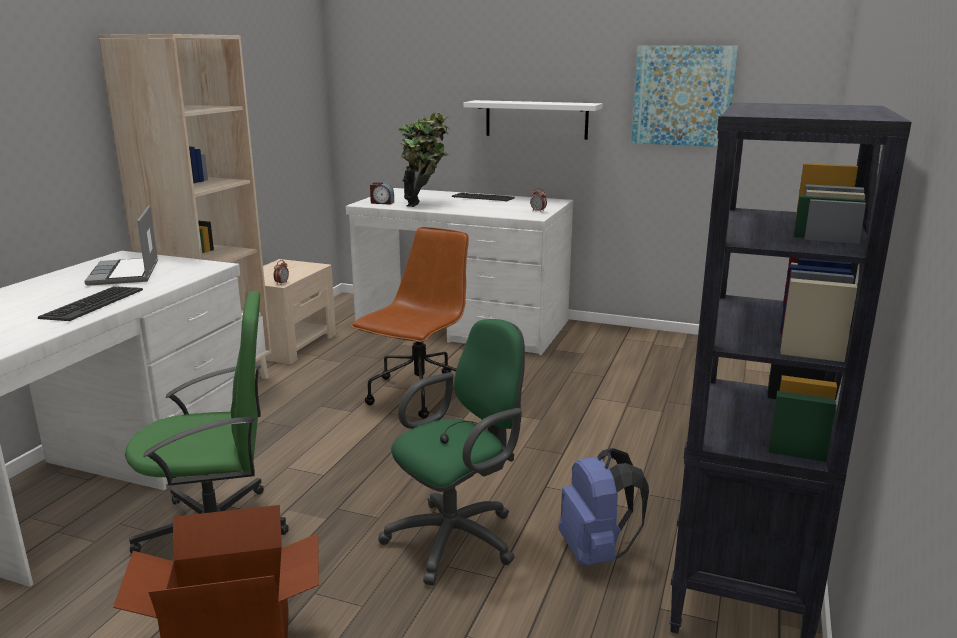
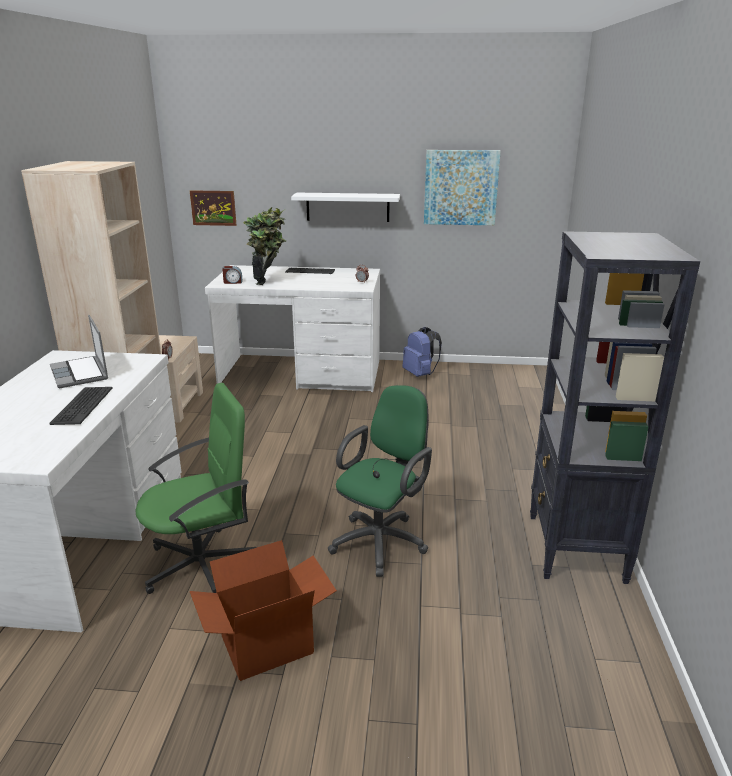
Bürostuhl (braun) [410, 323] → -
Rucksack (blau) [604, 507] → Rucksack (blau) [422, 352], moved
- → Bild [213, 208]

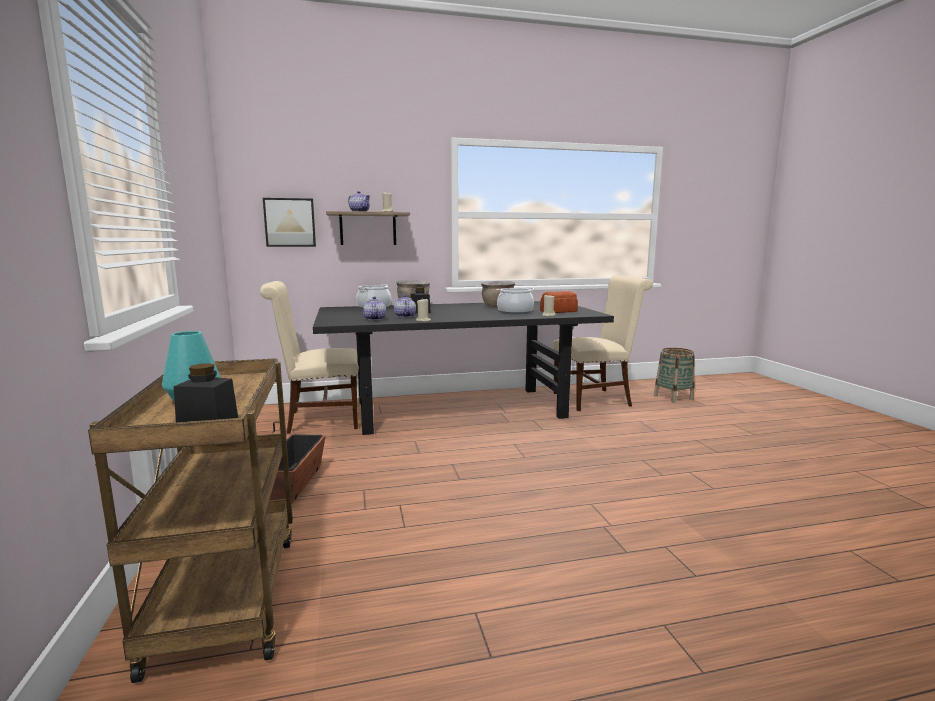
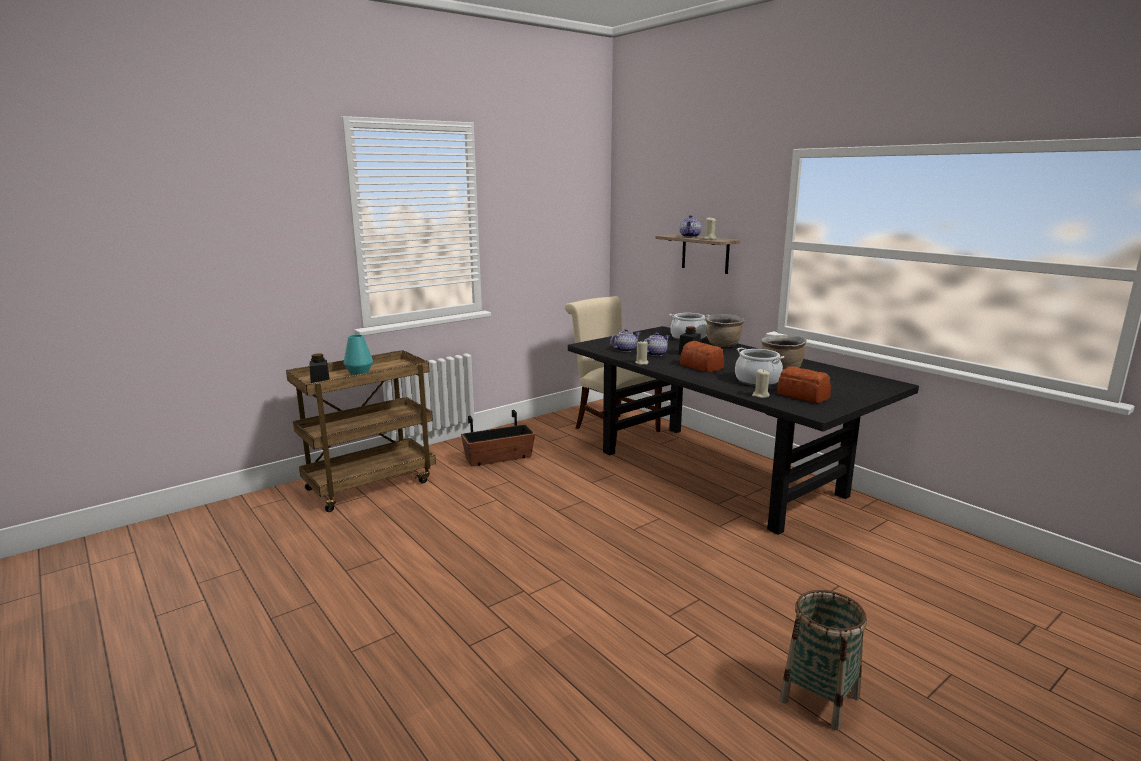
Bild [289, 222] → -
Stuhl (beige) [603, 343] → -
Korb [674, 375] → Korb [823, 660], moved
- → Brot [702, 356]

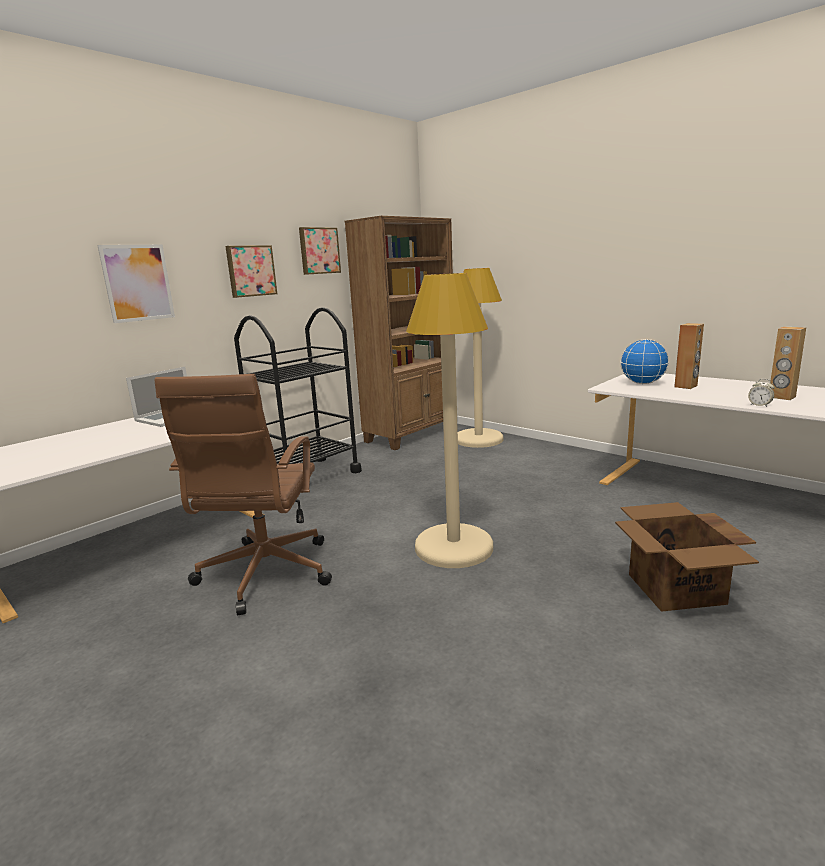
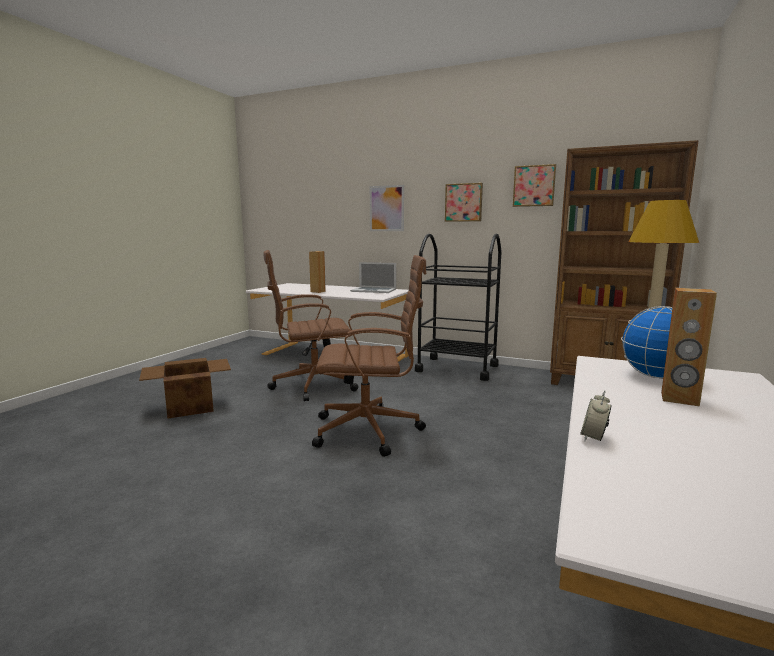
Stehlampe (beige) [449, 420] → Bürostuhl (braun) [369, 356]
Karton [687, 557] → Karton [185, 388], moved
Lautsprecher (braun) [788, 363] → Lautsprecher (braun) [317, 272], moved

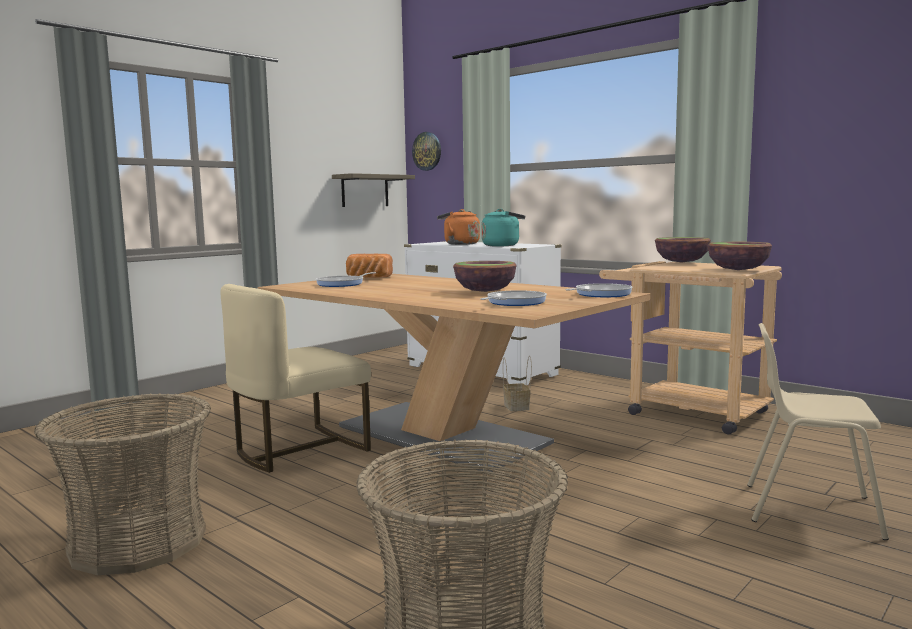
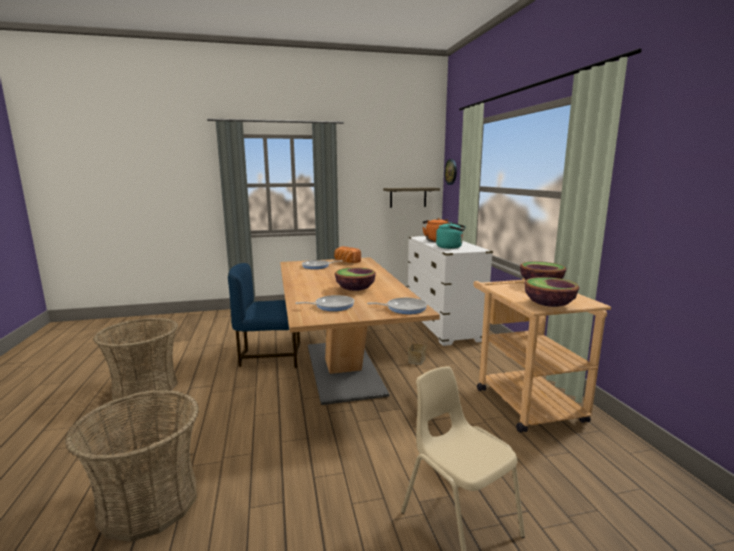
Stuhl (beige) [296, 378] → Stuhl (blau) [264, 315]

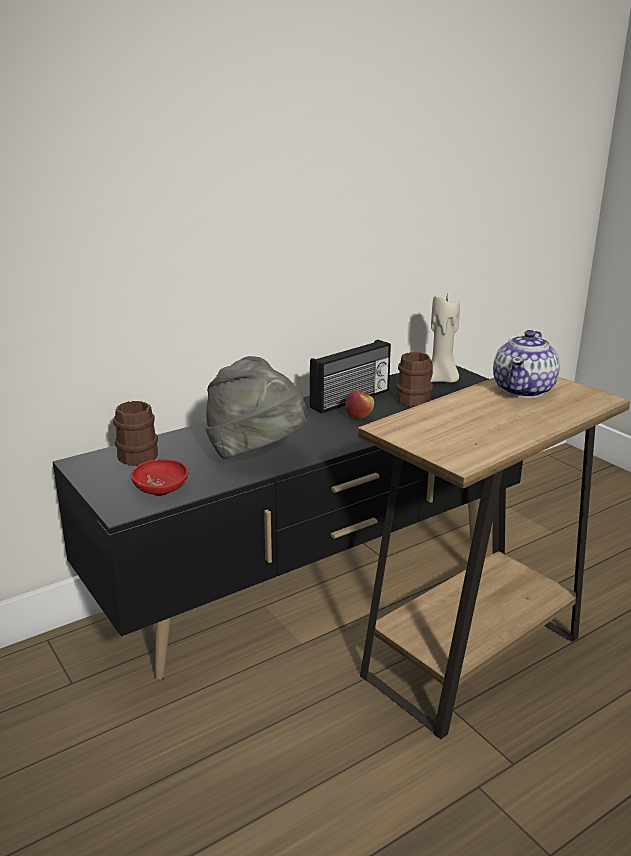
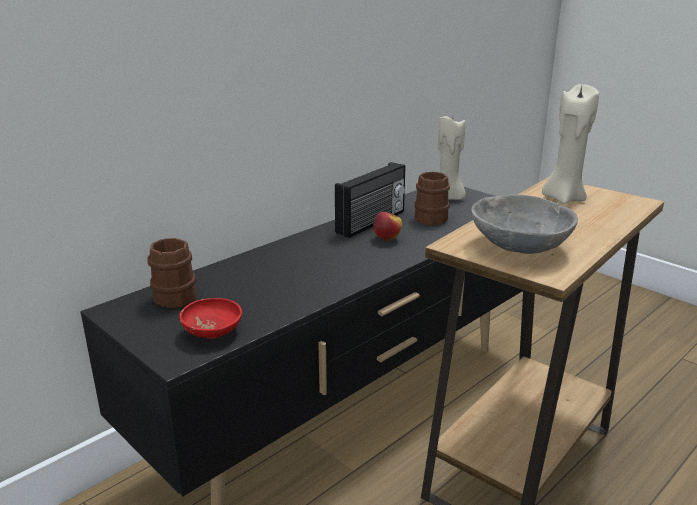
Hut (grau) [257, 407] → -
Teekanne [526, 364] → Kerze (beige) [570, 144]
- → Schüssel (grau) [524, 224]

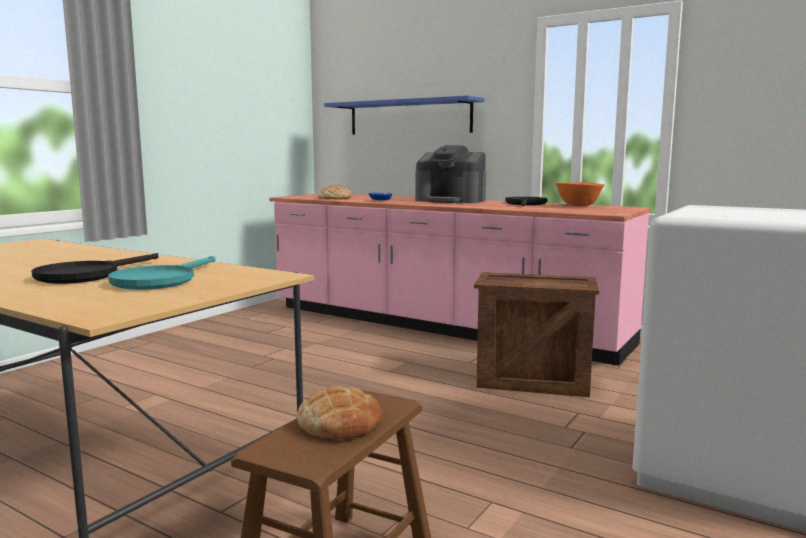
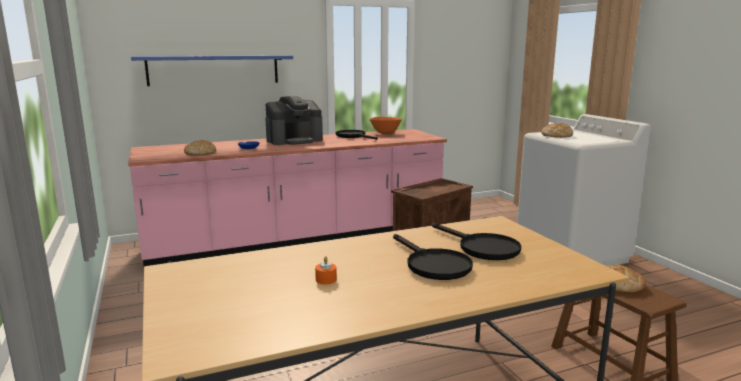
Pfanne (türkis) [162, 273] → Pfanne (schwarz) [476, 241]
- → Kerze (orange) [326, 270]
- → Brot [557, 130]

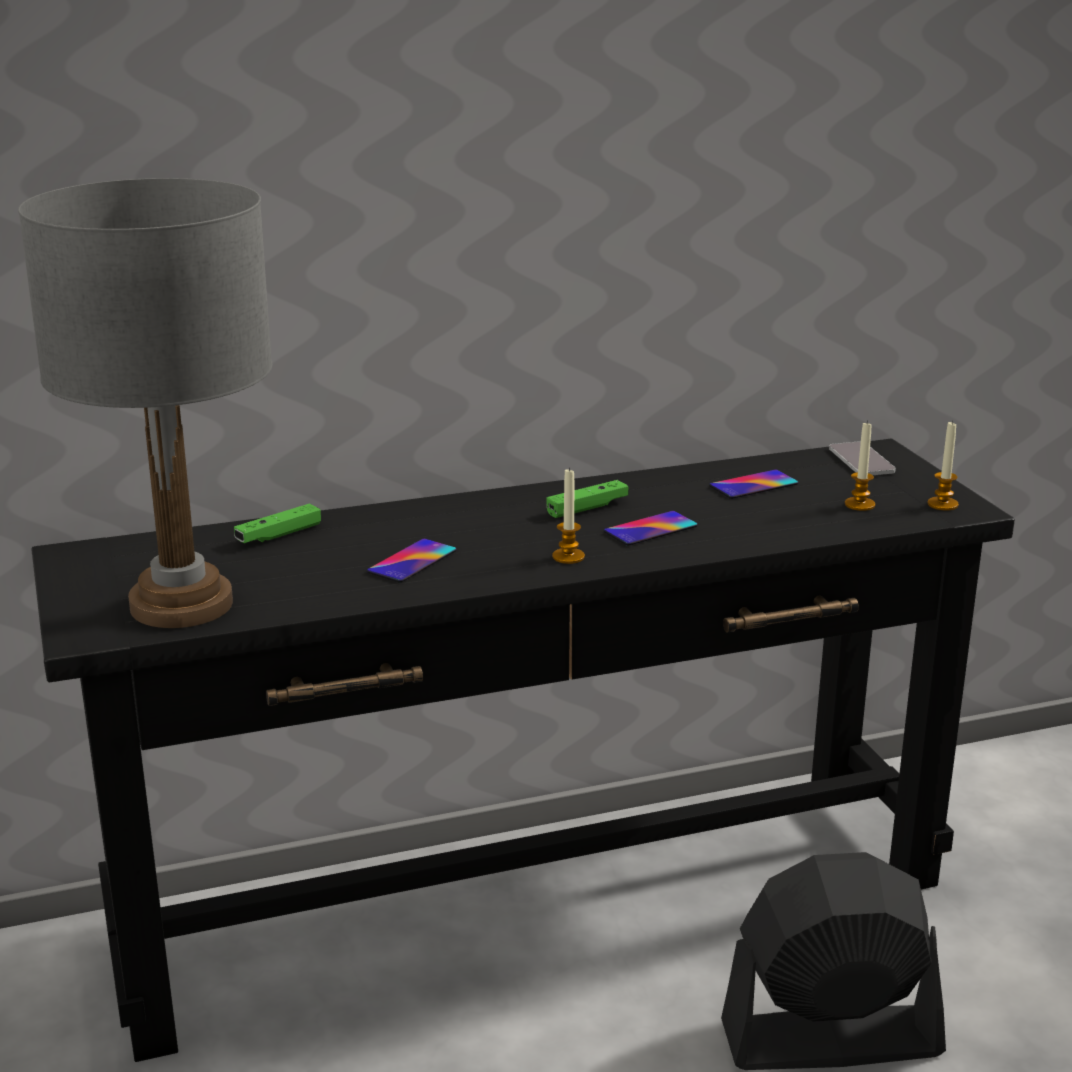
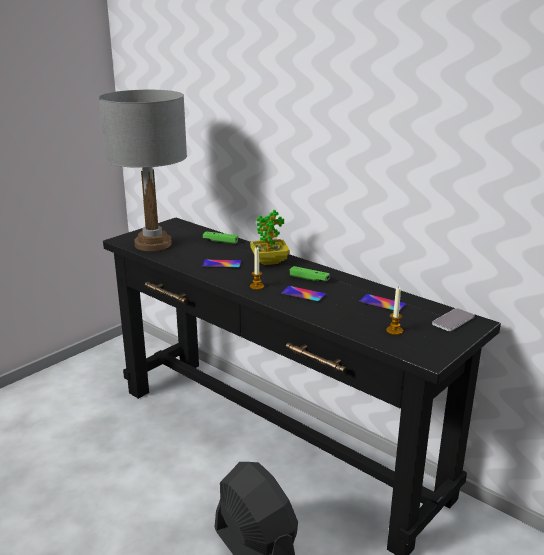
Kerze [943, 465] → -
- → Topfpflanze [270, 237]

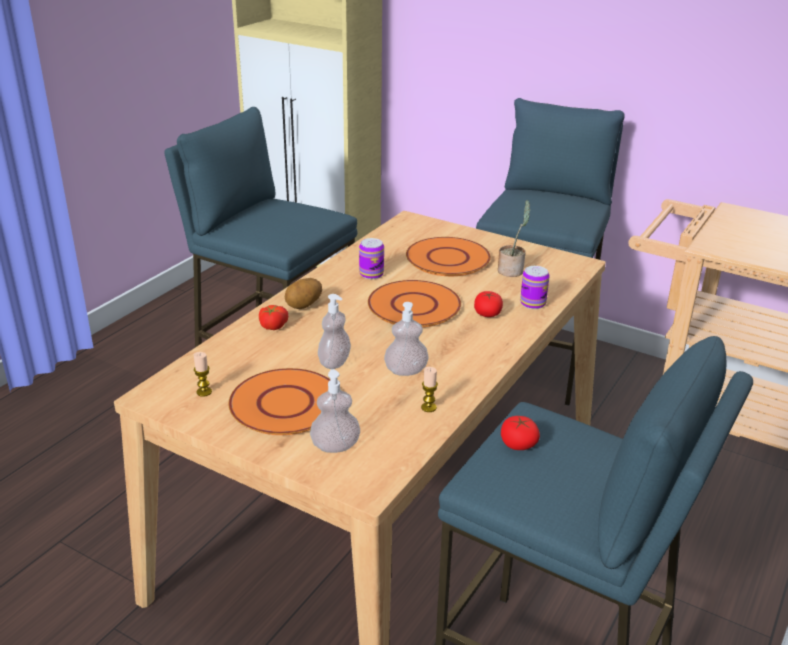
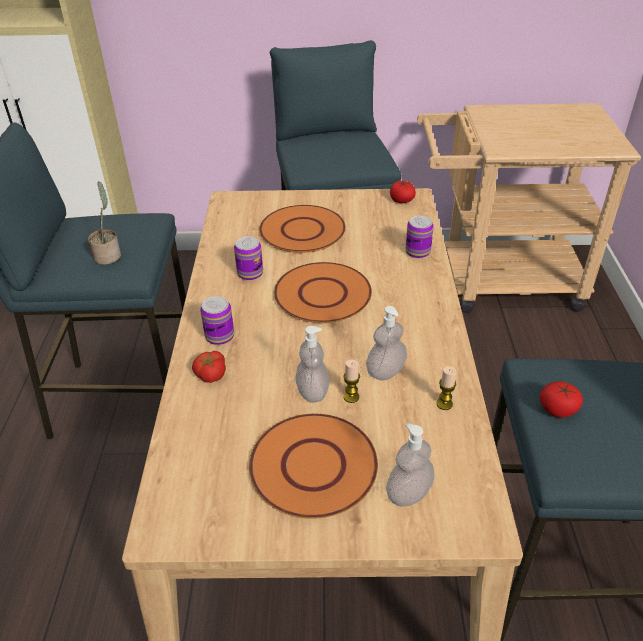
Kerze [203, 374] → Kerze [351, 381], moved
Kartoffel [303, 293] → Dose [217, 320]
Tomate [488, 304] → Tomate [403, 192], moved
Topfpflanze [514, 238] → Topfpflanze [104, 223], moved

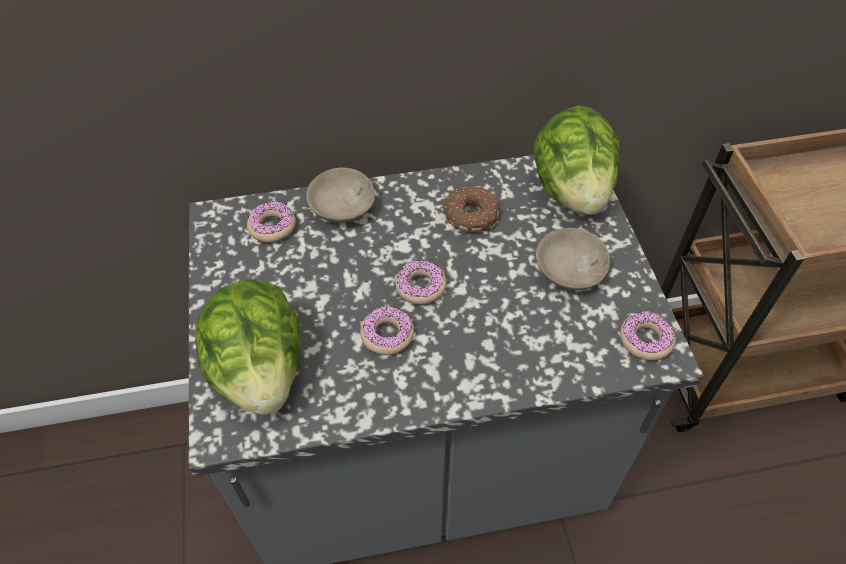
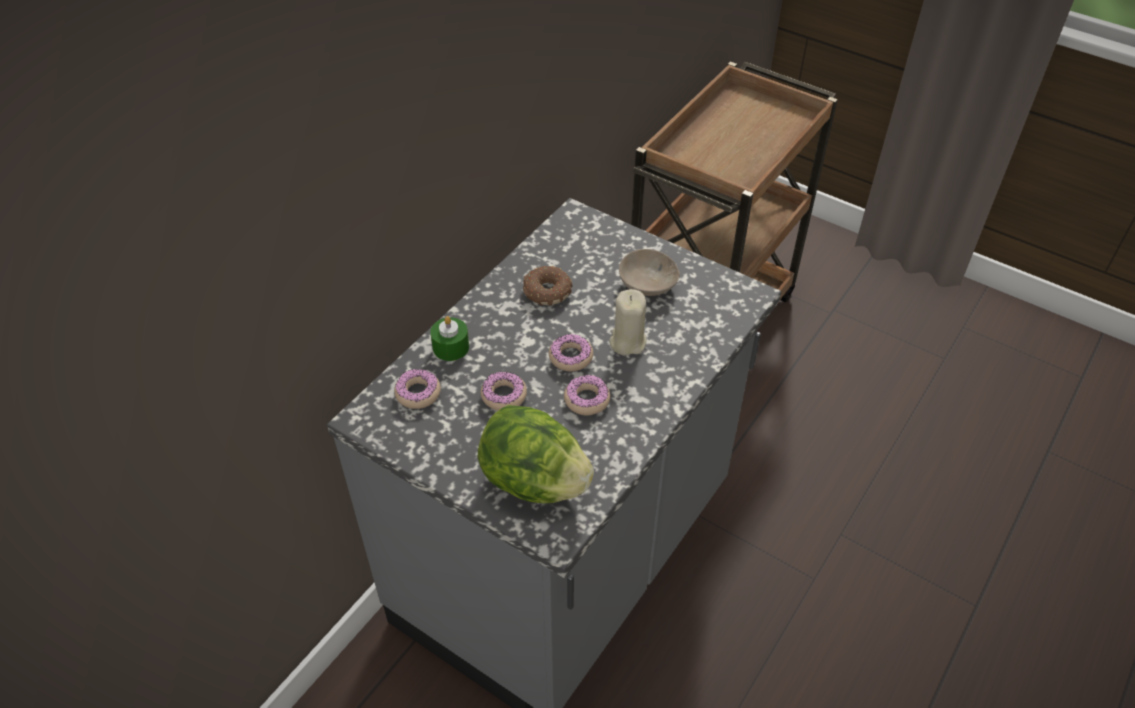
Schüssel (beige) [340, 195] → Kerze (grün) [449, 338]
Salatkopf [576, 160] → -
Donut [648, 336] → Donut [504, 391], moved
- → Kerze (beige) [628, 322]

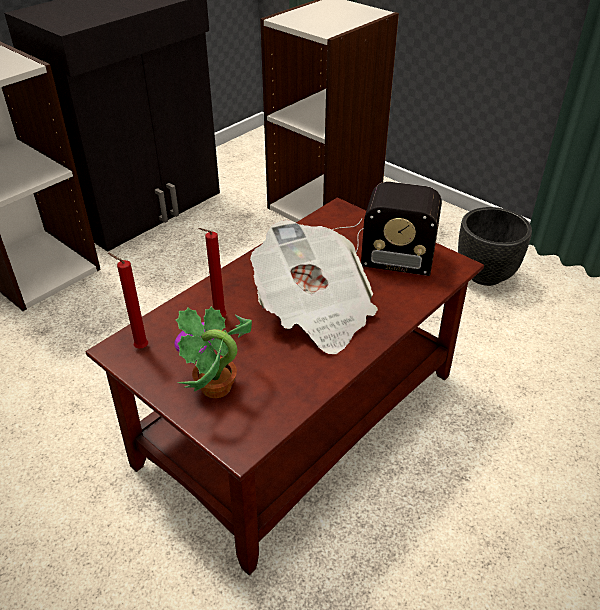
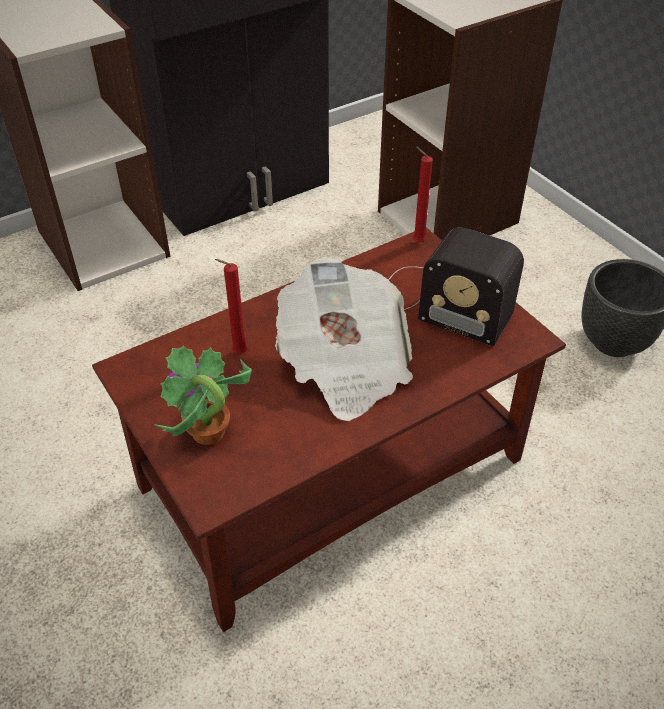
Kerze (rot) [128, 301] → Kerze (rot) [423, 194], moved

